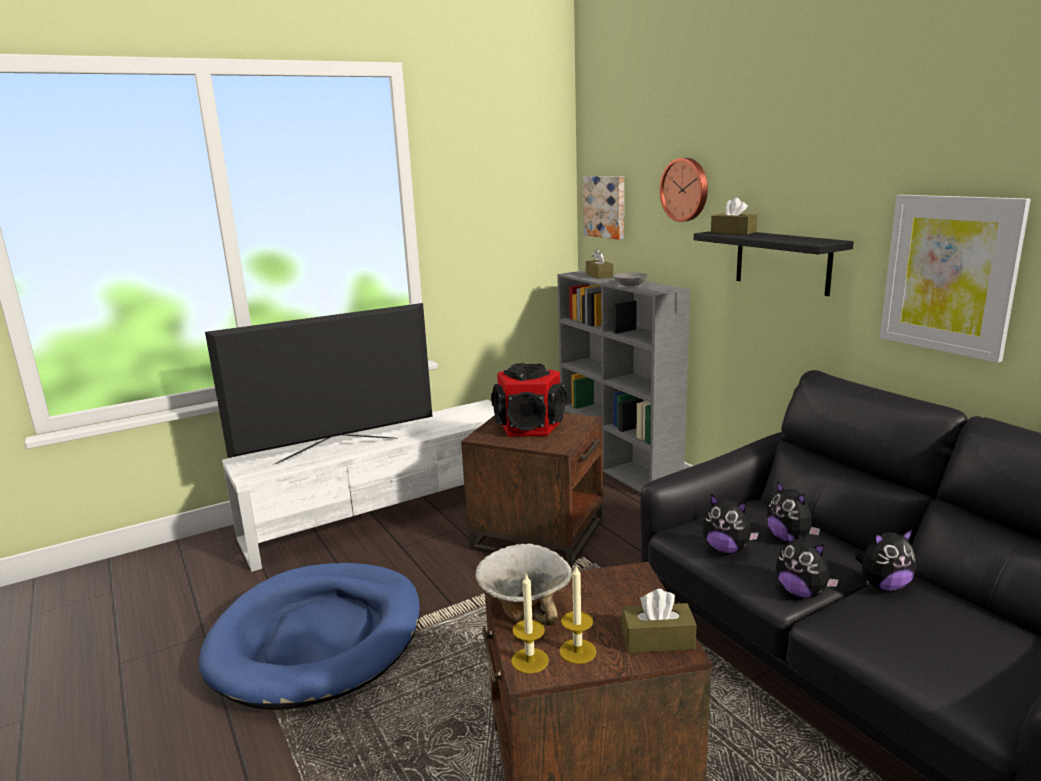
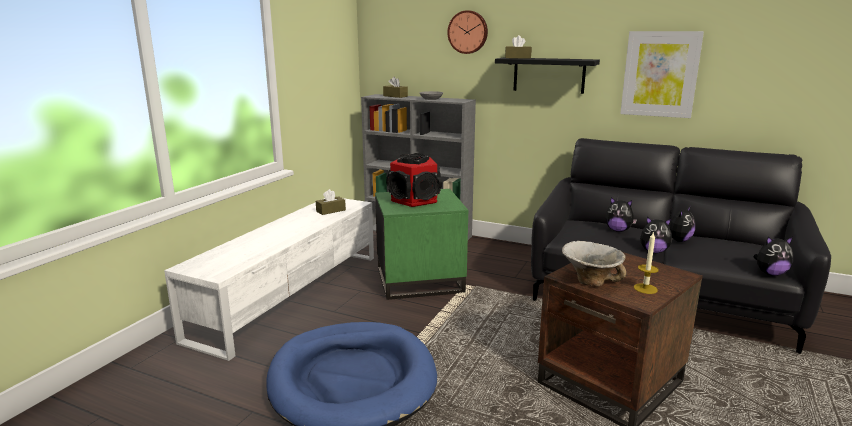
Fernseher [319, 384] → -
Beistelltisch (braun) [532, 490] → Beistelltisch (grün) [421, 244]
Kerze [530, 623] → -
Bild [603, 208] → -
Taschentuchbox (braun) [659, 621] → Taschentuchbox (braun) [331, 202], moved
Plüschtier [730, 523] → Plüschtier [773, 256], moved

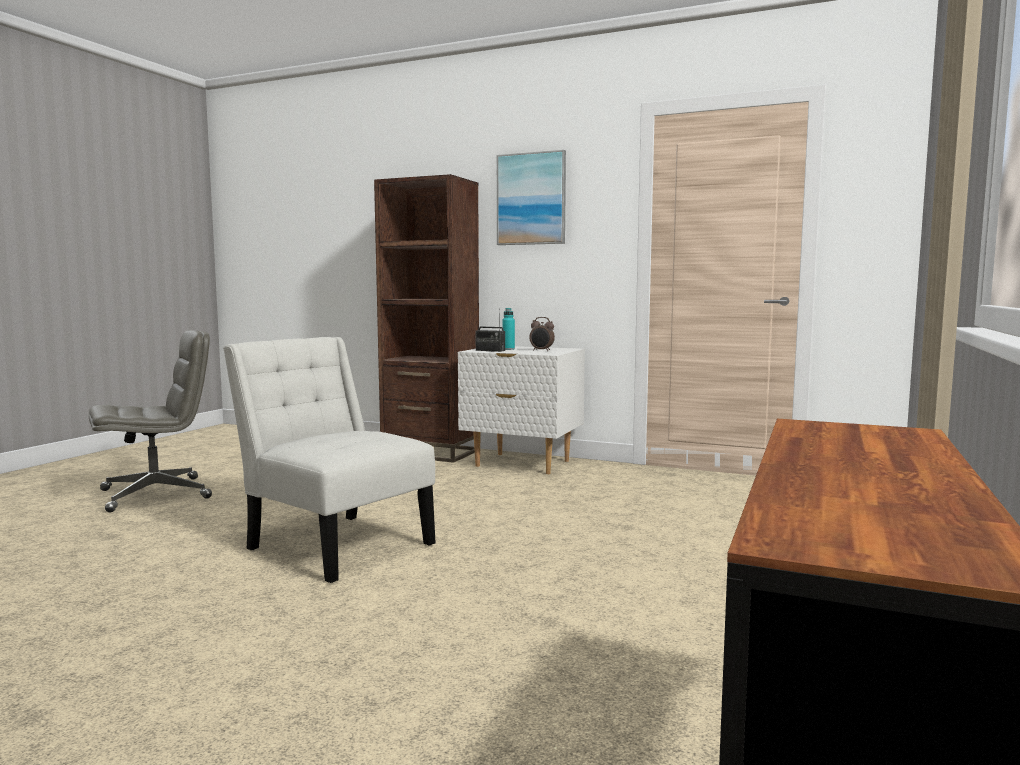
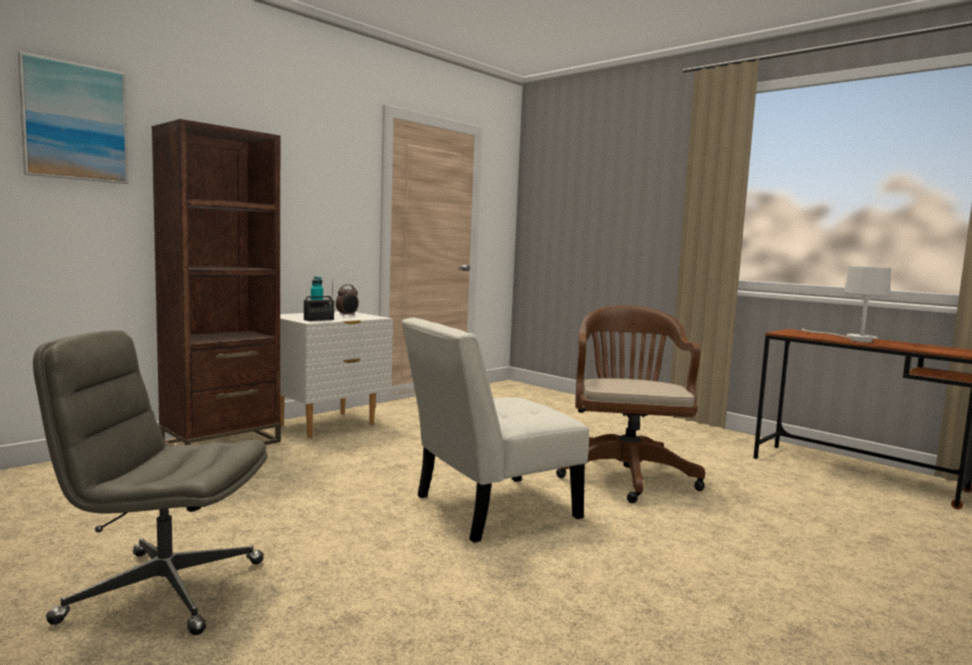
Bürostuhl (grau) [150, 421] → Bürostuhl (grau) [150, 482], 75 degrees counterclockwise
Bild [531, 197] → Bild [73, 118], moved
- → Bürostuhl (braun) [630, 404]
- → Tischlampe (weiß) [847, 304]

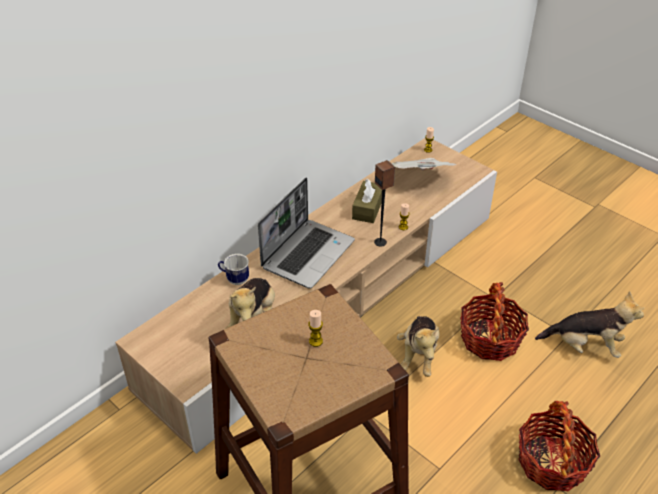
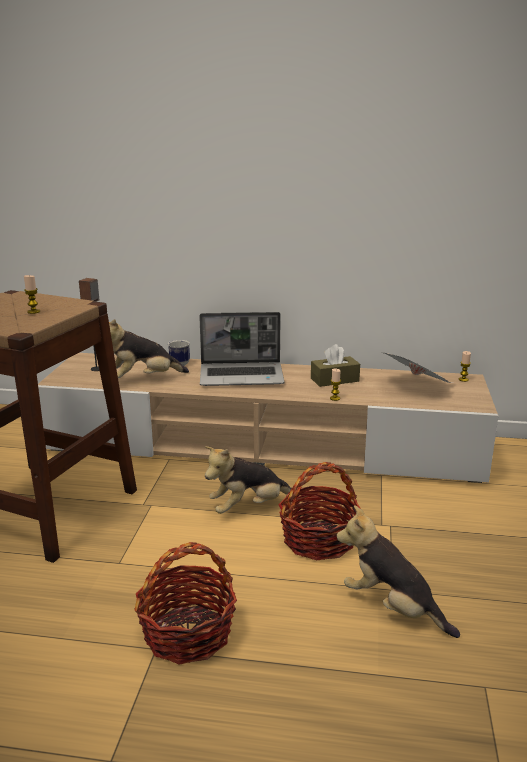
Lautsprecher [384, 203] → Lautsprecher [89, 324], moved
Plüschtier [589, 324] → Plüschtier [398, 571], 150 degrees clockwise

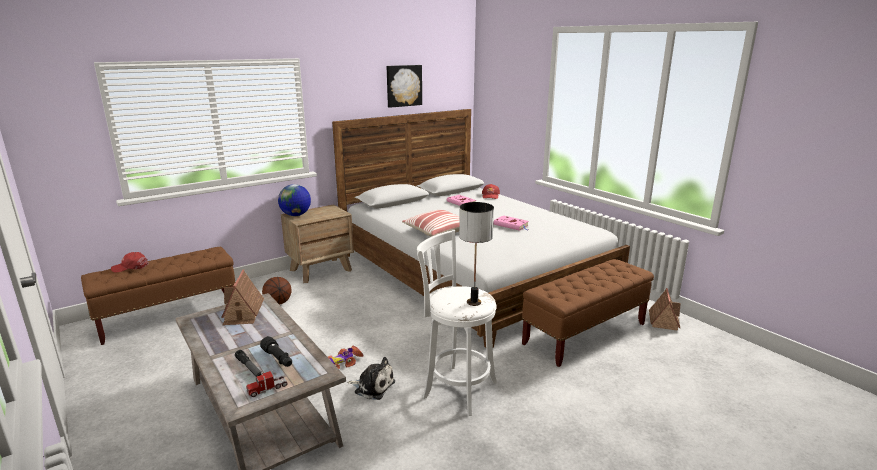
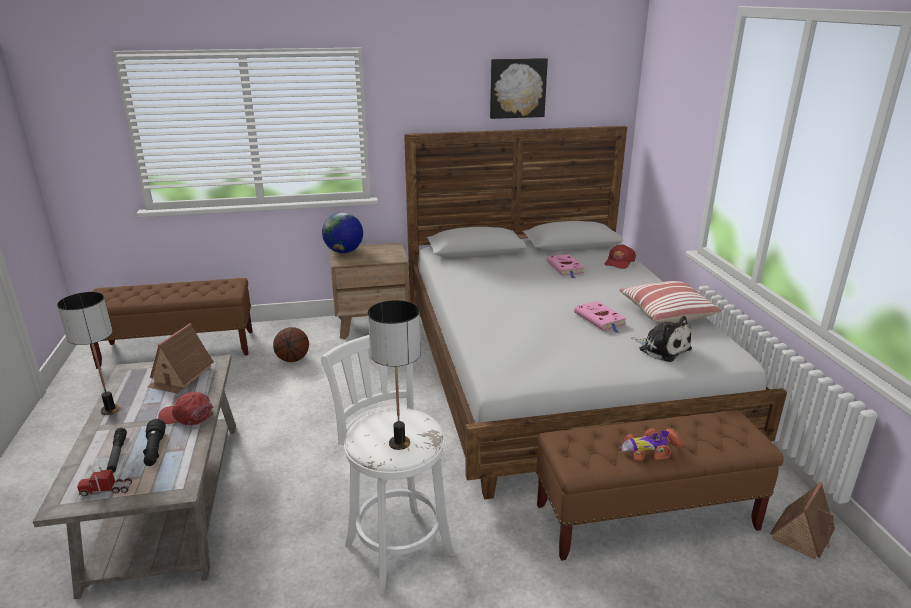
Kappe (rot) [130, 262] → Kappe (rot) [186, 408], moved
Spielzeugauto [346, 357] → Spielzeugauto [651, 444], moved
Plüschtier [371, 378] → Plüschtier [661, 339], moved
Kissen [431, 223] → Kissen [670, 302], moved
- → Tischlampe [88, 353]

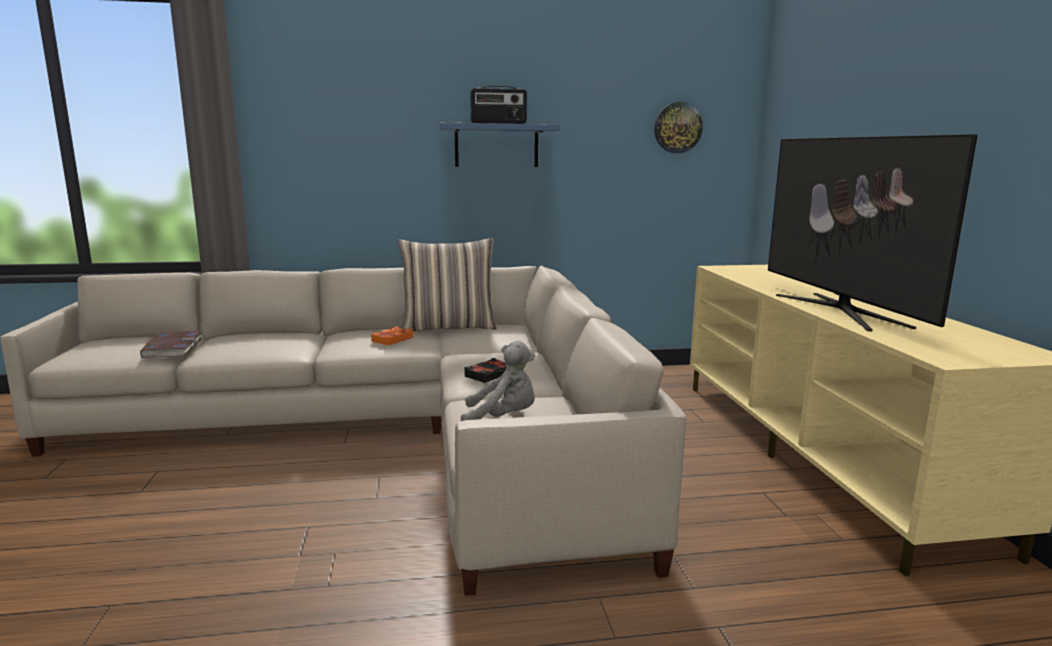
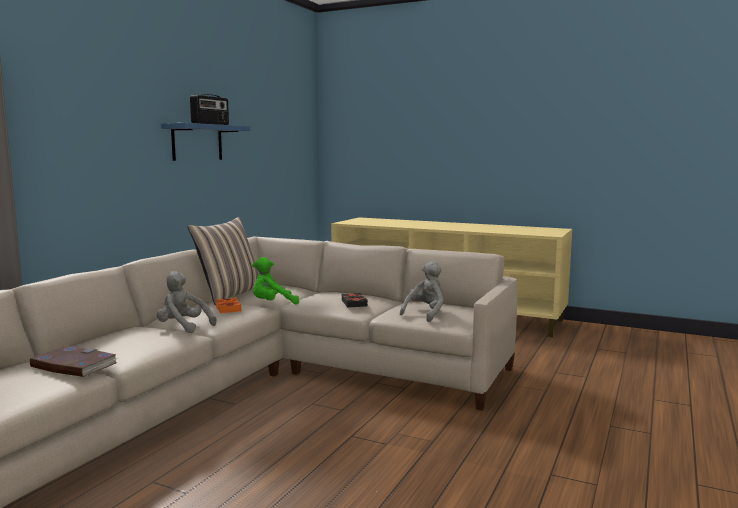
Wanduhr [678, 127] → -
Fernseher [872, 232] → -
- → Plüschtier (grau) [186, 302]
- → Plüschtier (grün) [275, 280]

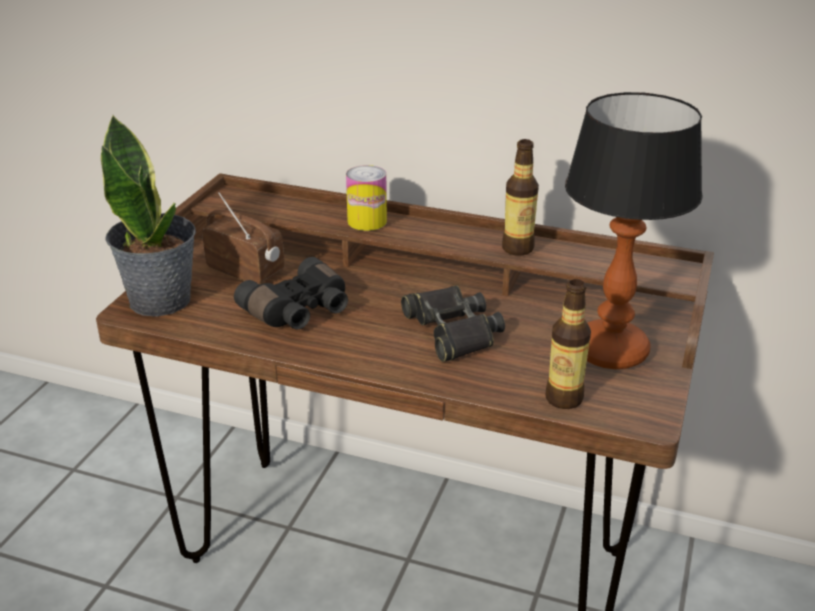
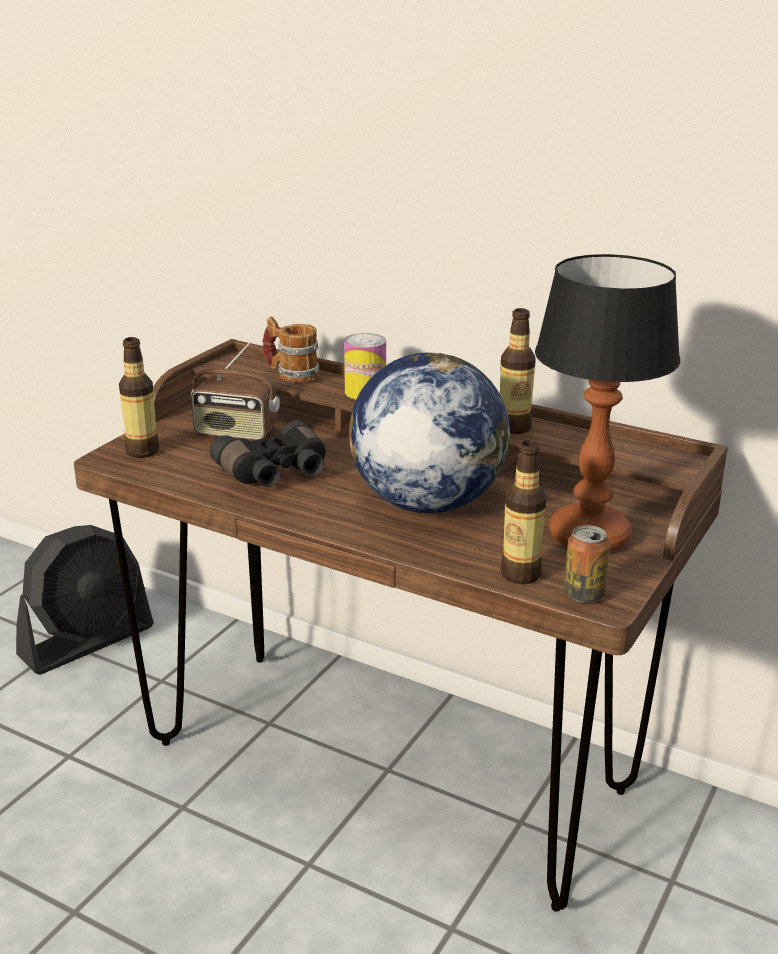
Topfpflanze [148, 216] → Flasche [139, 397]
Radio [243, 238] → Radio [235, 391], 150 degrees clockwise
Fernglas (schwarz) [453, 323] → Globus [429, 432]
- → Ventilator (schwarz) [85, 599]
- → Henkelbecher [290, 349]
- → Dose [587, 564]

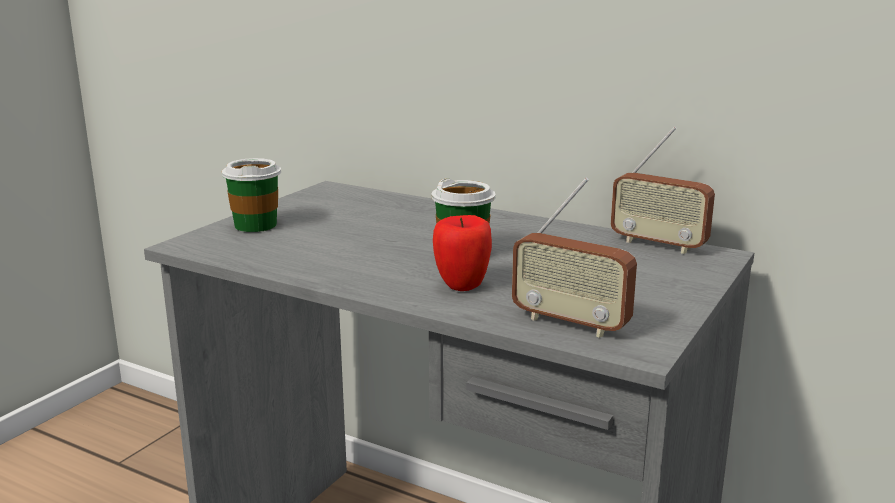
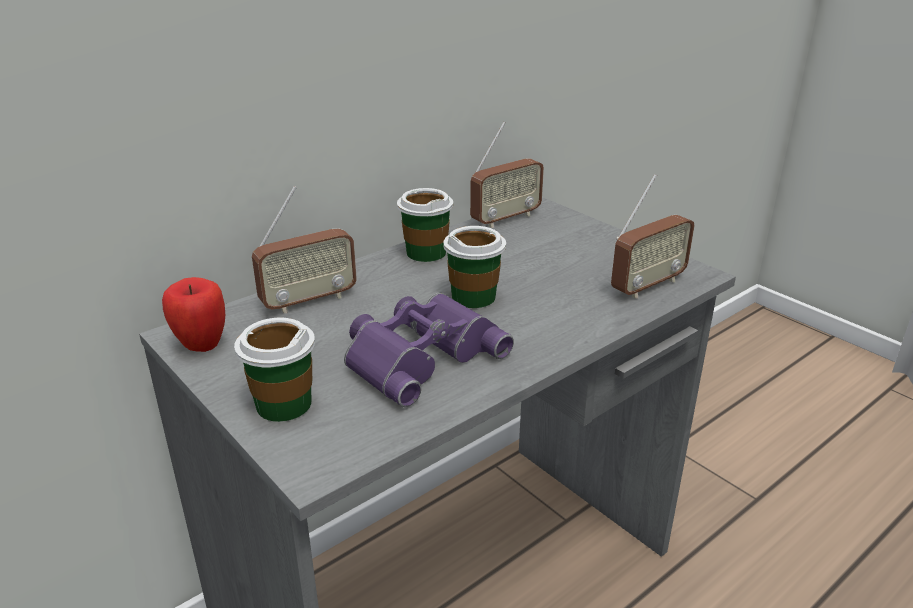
Apfel [462, 253] → Apfel [193, 314], moved
- → Radio [304, 250]
- → Fernglas (lila) [429, 350]
- → Tasse [425, 225]

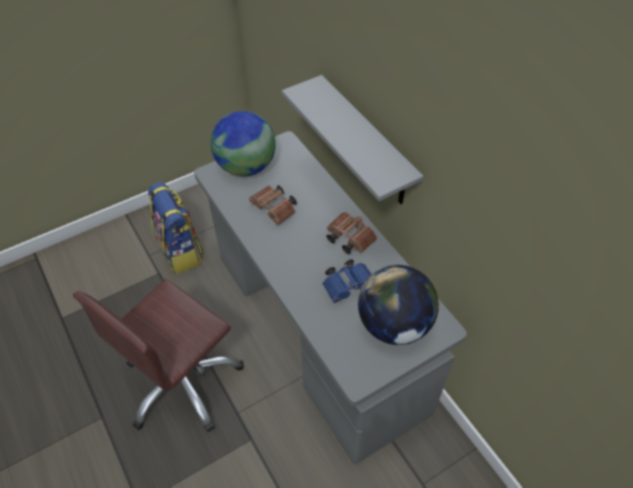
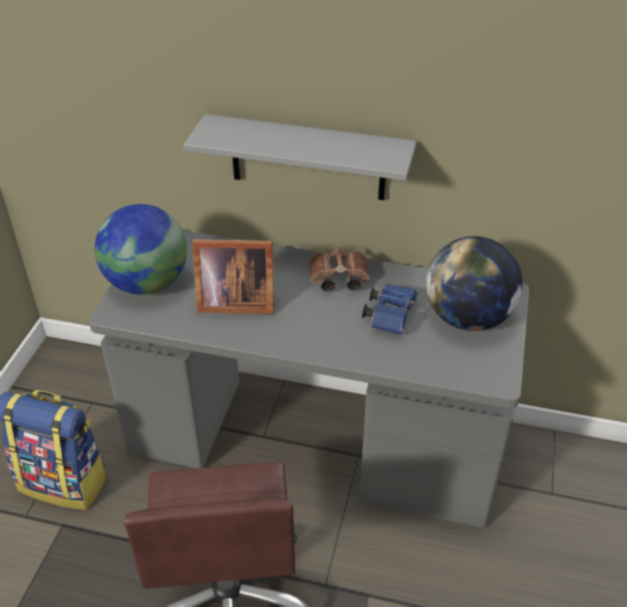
Fernglas (braun) [273, 205] → Bilderrahmen [233, 276]

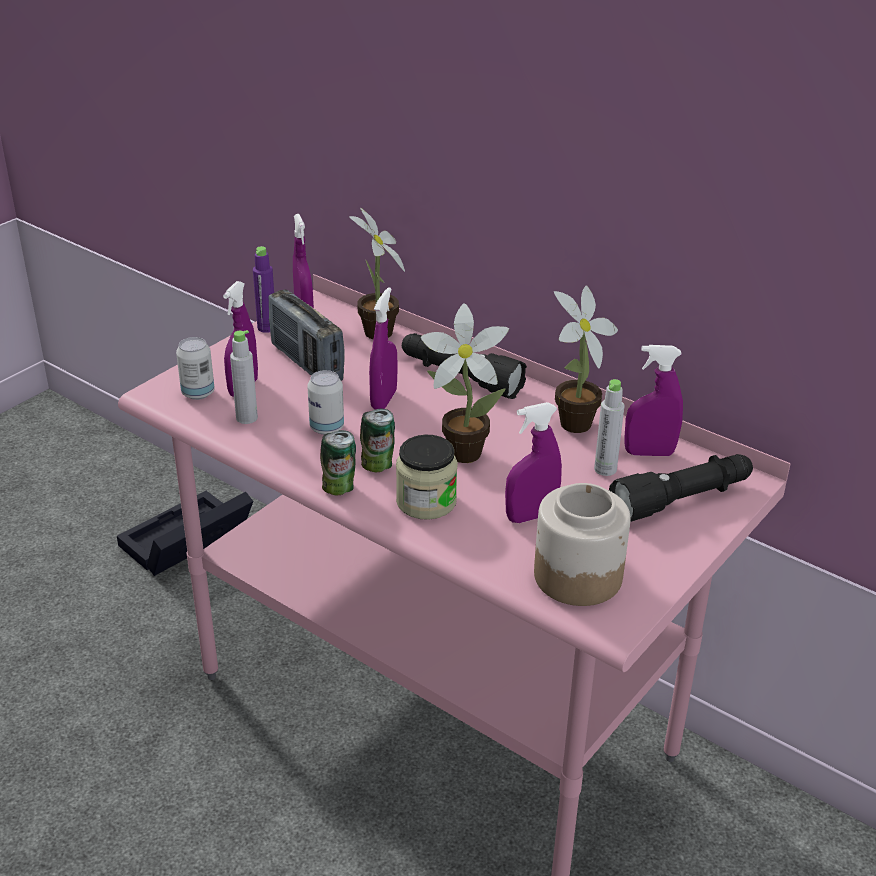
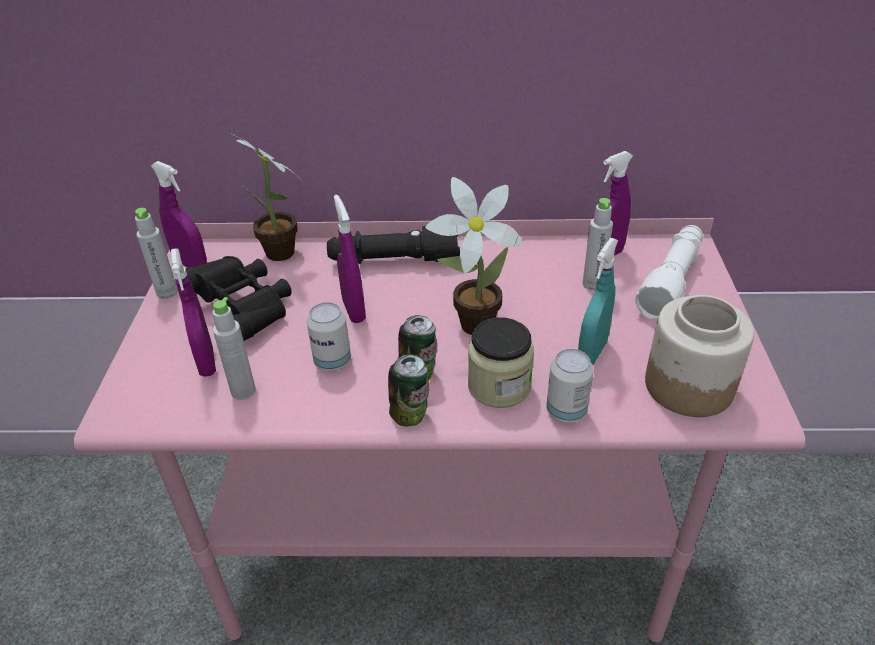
Aufbewahrungsbox (schwarz) [185, 533] → -
Dose [195, 368] → Dose [570, 386], moved
Flasche (lila) [263, 289] → Flasche (grau) [156, 253]
Radio [307, 335] → Fernglas (schwarz) [239, 298]
Sprühflasche (lila) [533, 462] → Sprühflasche (türkis) [598, 301]
Topfpflanze [586, 359] → -
Taschenlampe (schwarz) [681, 488] → Taschenlampe (weiß) [669, 272]

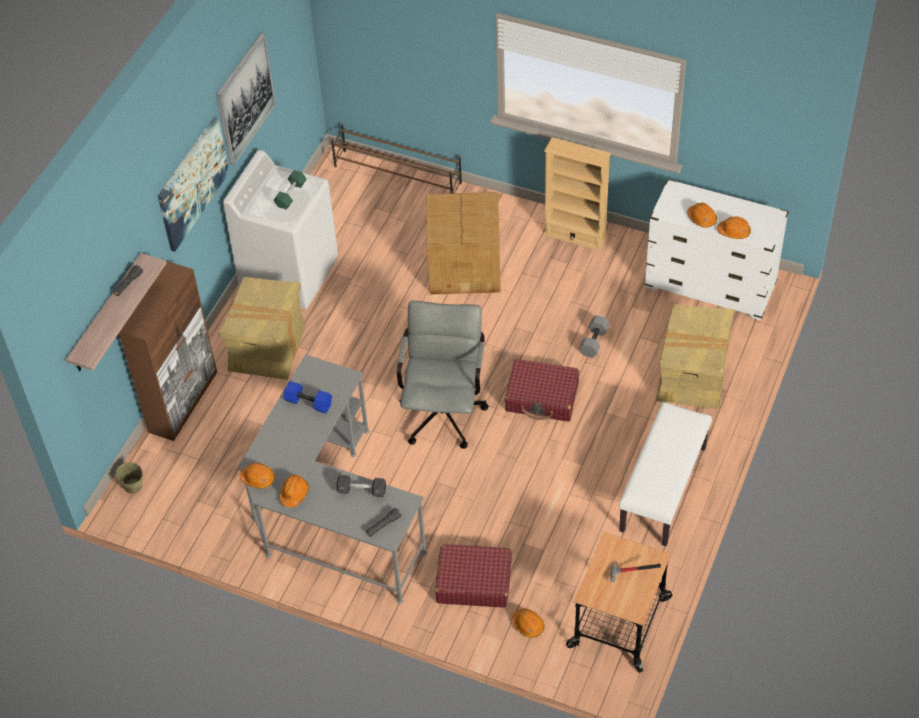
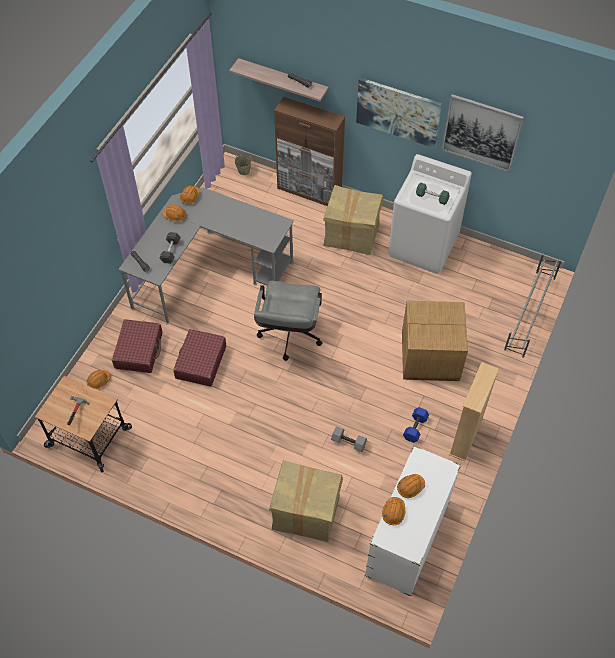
Hantel (blau) [308, 397] → Hantel (blau) [416, 425], moved
Schuhregal (braun) [396, 158] → Schuhregal (grau) [533, 306]
Bürostuhl (grau) [443, 375] → Bürostuhl (grau) [288, 321], 90 degrees clockwise
Koffer (rot) [542, 390] → Koffer (rot) [199, 357], moved
Bank (weiß) [665, 474] → -

